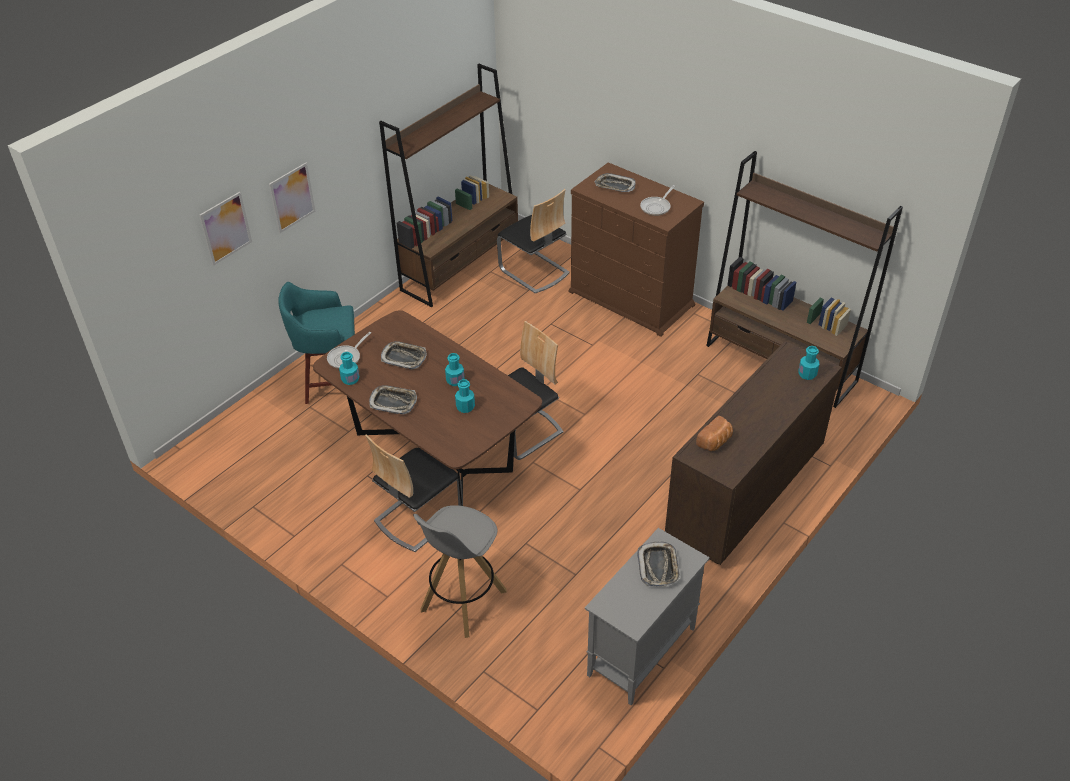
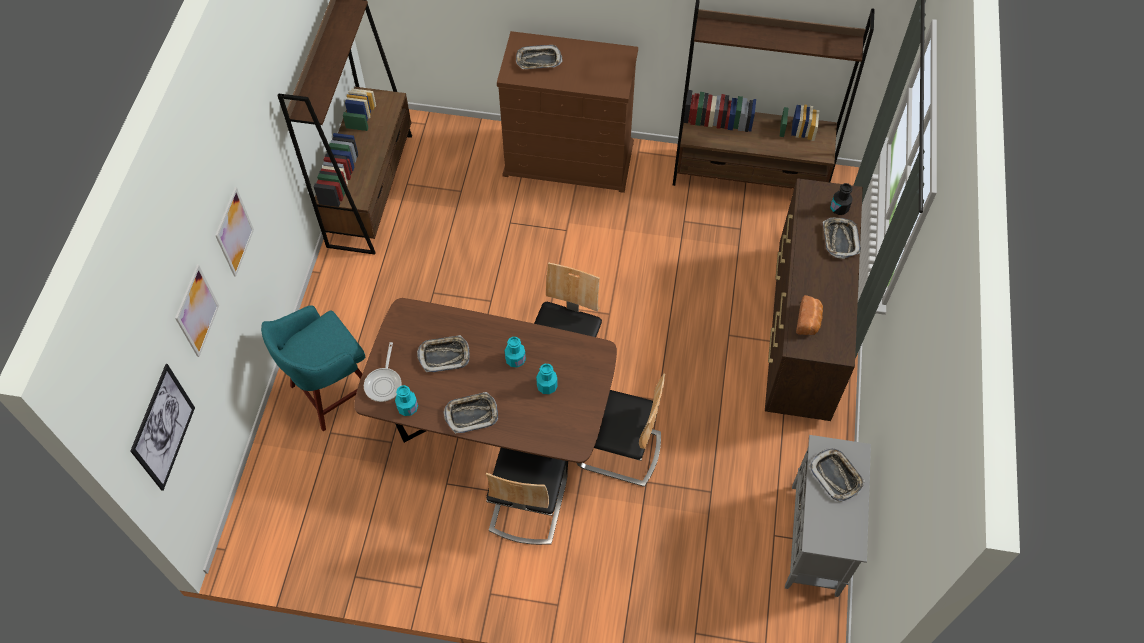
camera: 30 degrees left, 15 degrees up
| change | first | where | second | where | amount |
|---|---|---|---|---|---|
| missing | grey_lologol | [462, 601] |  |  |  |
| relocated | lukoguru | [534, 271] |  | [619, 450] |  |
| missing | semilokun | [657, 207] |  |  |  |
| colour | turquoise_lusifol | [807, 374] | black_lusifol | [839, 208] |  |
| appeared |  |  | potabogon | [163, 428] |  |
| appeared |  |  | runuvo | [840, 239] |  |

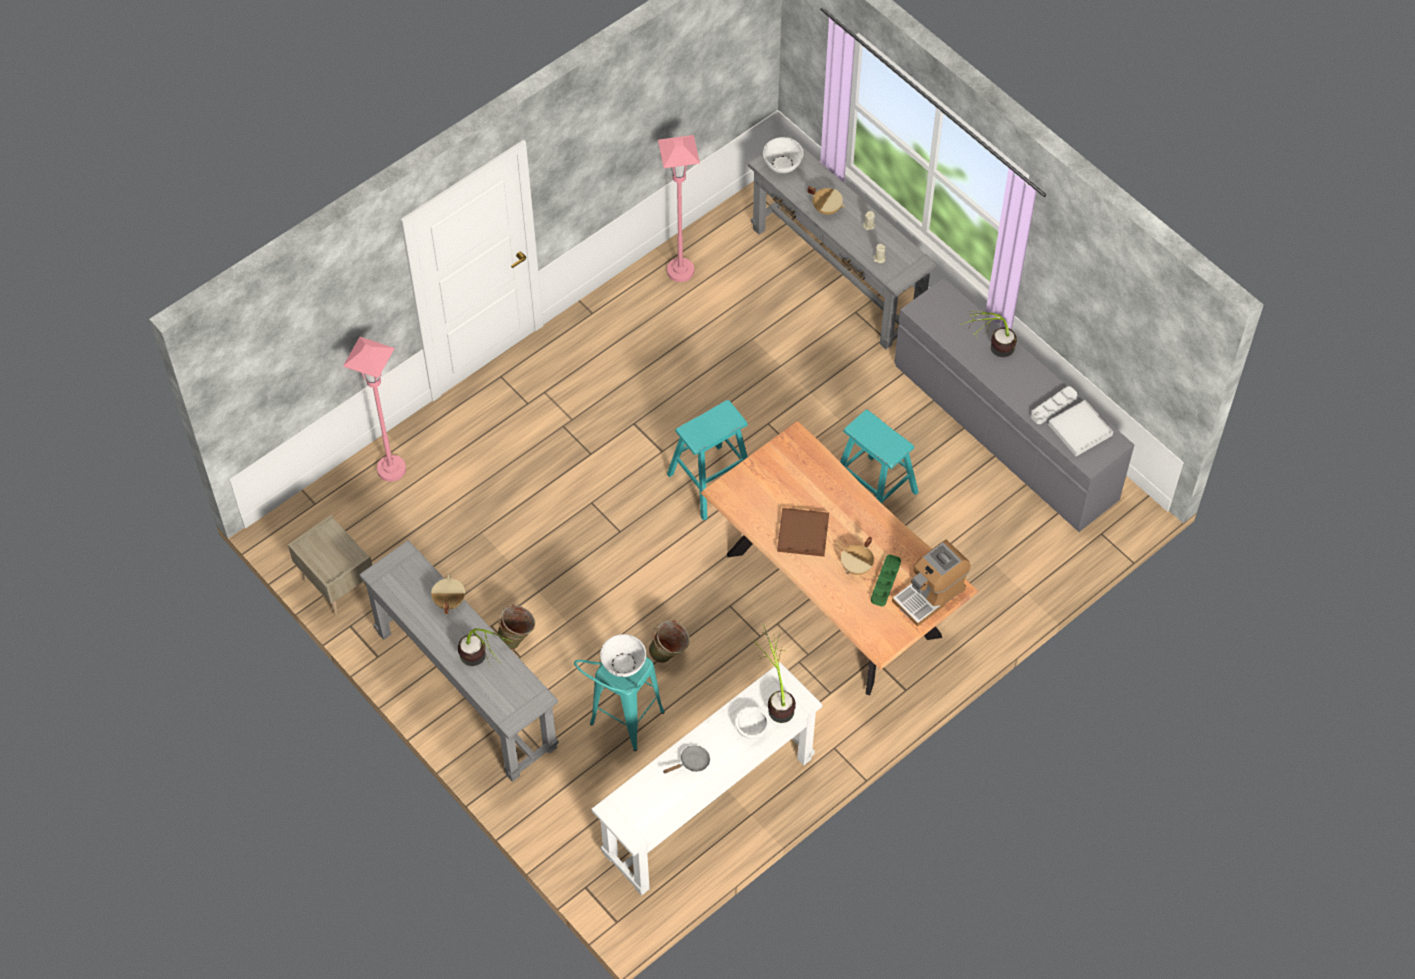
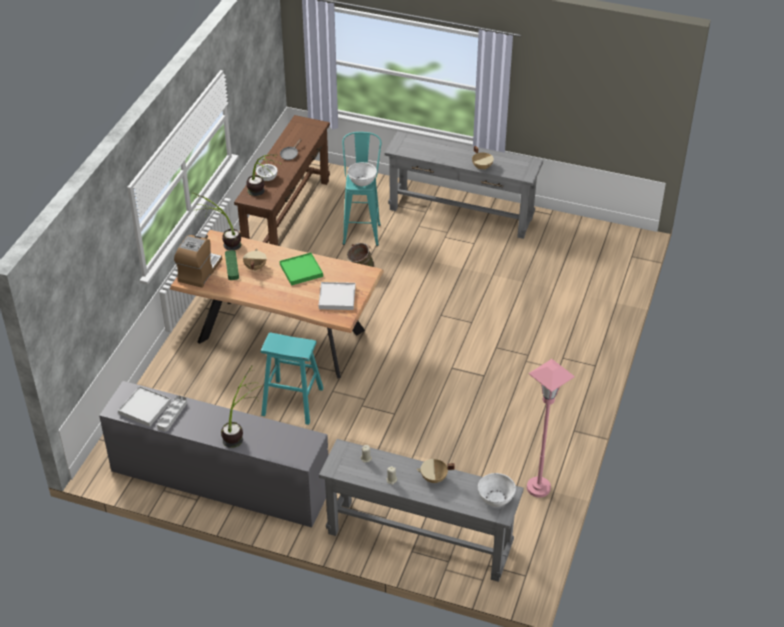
camera: 150 degrees right, 15 degrees down
| change | first | where | second | where | amount |
|---|---|---|---|---|---|
| missing | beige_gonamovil | [336, 584] |  |  |  |
| missing | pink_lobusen | [391, 469] |  |  |  |
| relocated | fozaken | [484, 664] |  | [221, 243] |  |
| missing | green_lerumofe | [517, 639] |  |  |  |
| colour | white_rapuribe | [708, 806] | brown_rapuribe | [287, 217] |  |
| missing | turquoise_lologol | [711, 482] |  |  |  |
| colour | brown_runuvo | [803, 533] | green_runuvo | [301, 270] |  |
| appeared |  |  | white_runuvo | [337, 297] |  |

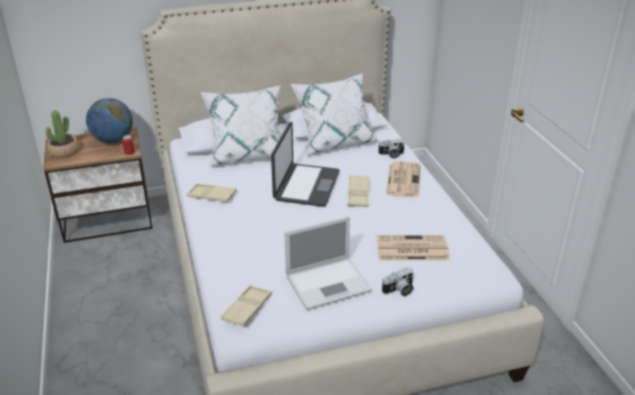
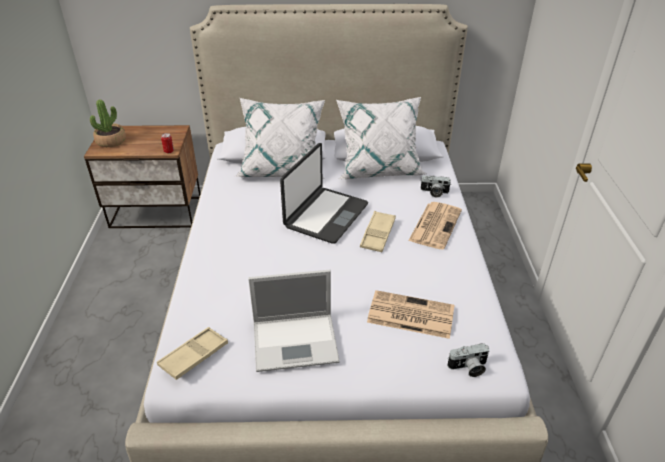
camera: 15 degrees right, 5 degrees up
| change | first | where | second | where | amount |
|---|---|---|---|---|---|
| missing | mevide | [113, 140] |  |  |  |
| missing | beige_runuvo | [212, 196] |  |  |  |
| relocated | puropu | [399, 290] |  | [468, 368] |  |

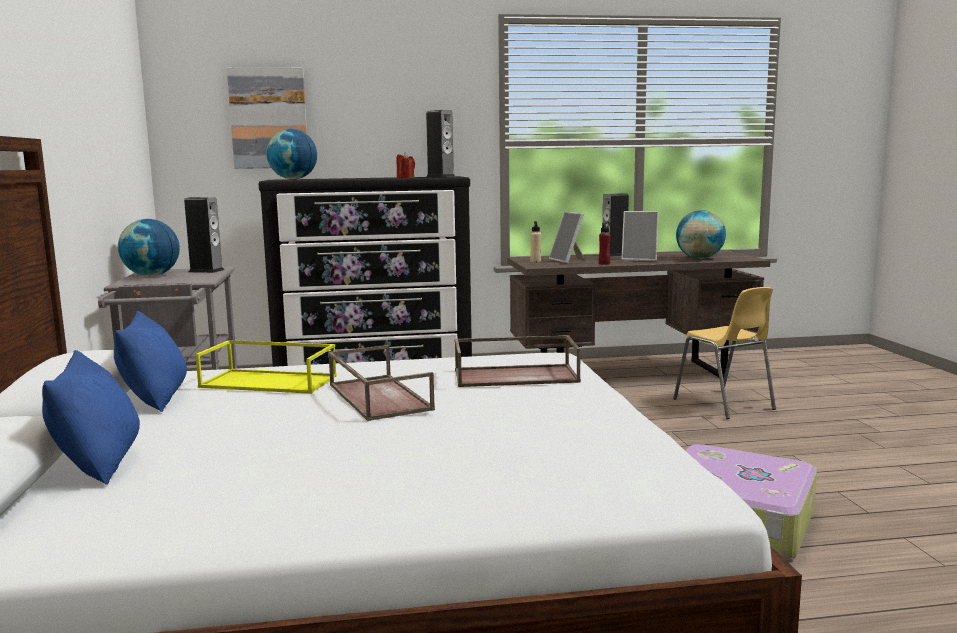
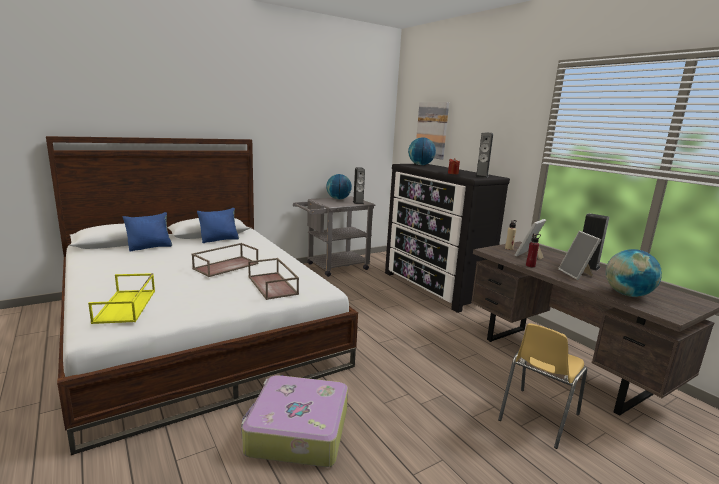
camera: 65 degrees right, 5 degrees up
| change | first | where | second | where | amount |
|---|---|---|---|---|---|
| relocated | yellow_runuvo | [270, 381] |  | [126, 306] |  |

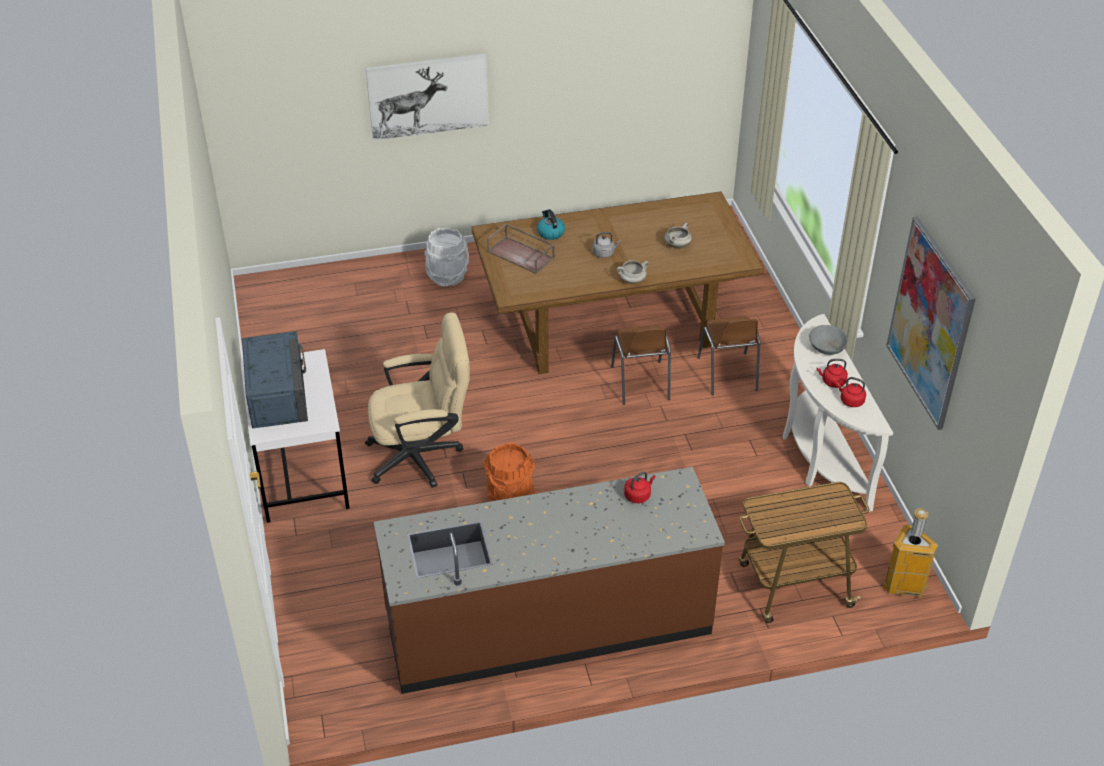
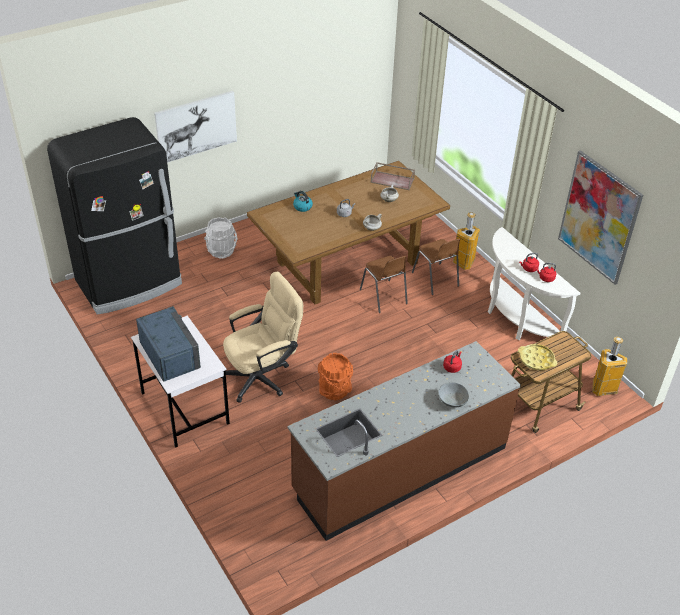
camera: 20 degrees left, 0 degrees up
| change | first | where | second | where | amount |
|---|---|---|---|---|---|
| relocated | brown_runuvo | [521, 255] |  | [393, 180] |  |
| relocated | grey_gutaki | [826, 348] |  | [452, 401] |  |
| appeared |  |  | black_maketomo | [130, 283] |  |
| appeared |  |  | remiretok | [464, 262] |  |
| appeared |  |  | yellow_runuvo | [536, 360] |  |

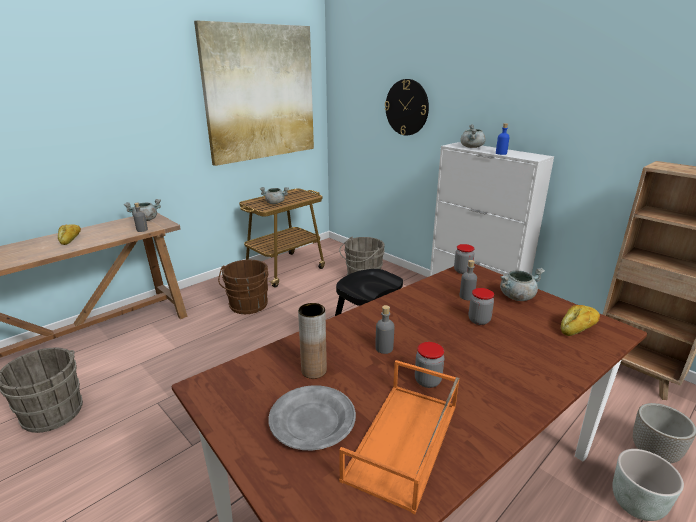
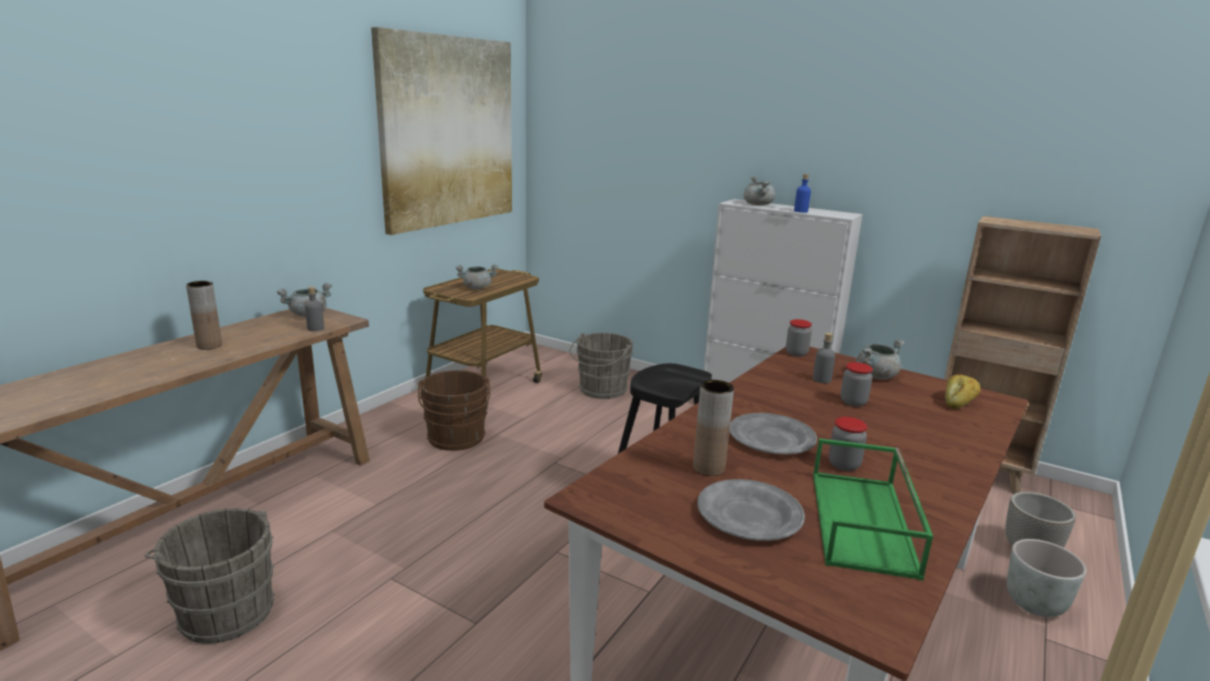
camera: 15 degrees left, 5 degrees down
| change | first | where | second | where | amount |
|---|---|---|---|---|---|
| exchanged | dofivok | [71, 239] | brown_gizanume | [209, 345] |  |
| colour | orange_runuvo | [404, 442] | green_runuvo | [864, 522] |  |
| exchanged | grey_lusifol | [384, 348] | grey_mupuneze | [771, 438] |  |
| missing | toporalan | [407, 107] |  |  |  |

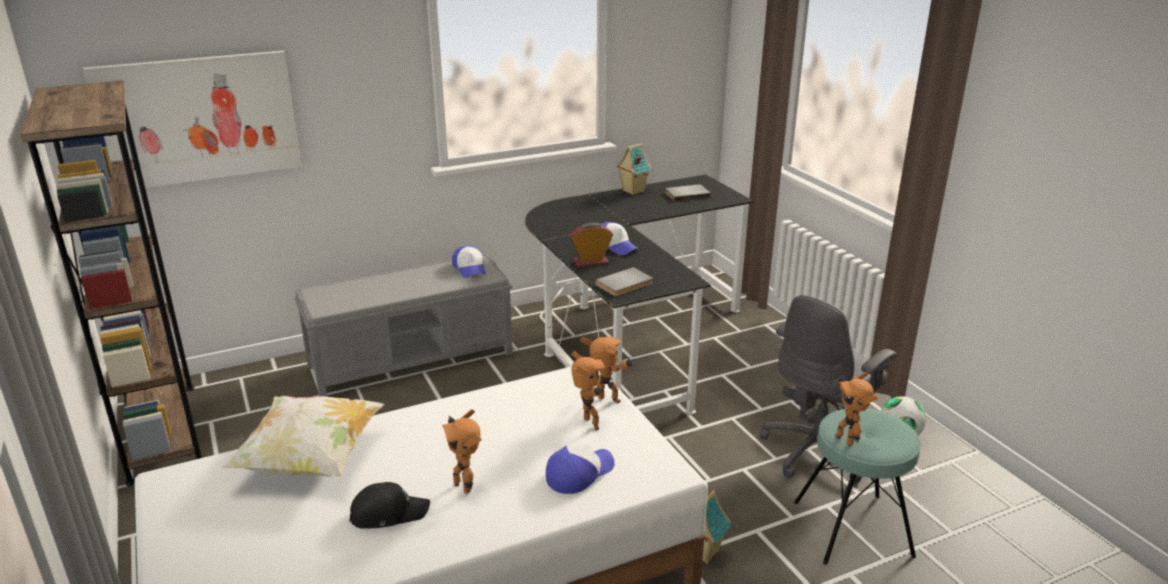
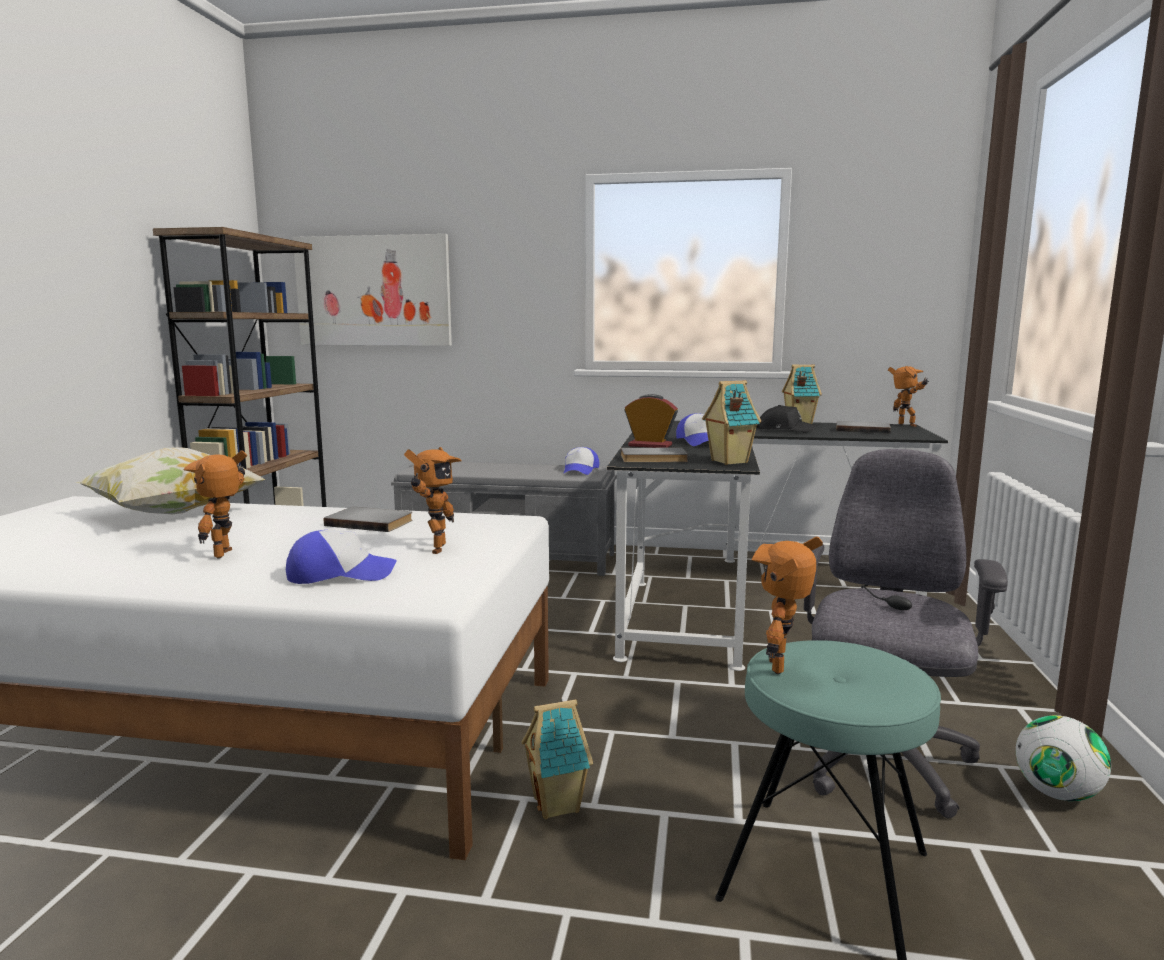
camera: 35 degrees right, 15 degrees down
| change | first | where | second | where | amount |
|---|---|---|---|---|---|
| relocated | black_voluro | [388, 513] |  | [784, 430] |  |
| relocated | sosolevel | [608, 402] |  | [905, 425] |  |
| spun | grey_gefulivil | [817, 451] |  | [877, 762] | 120 degrees clockwise |
| appeared |  |  | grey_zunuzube | [371, 522] |  |
| appeared |  |  | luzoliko | [728, 461] |  |

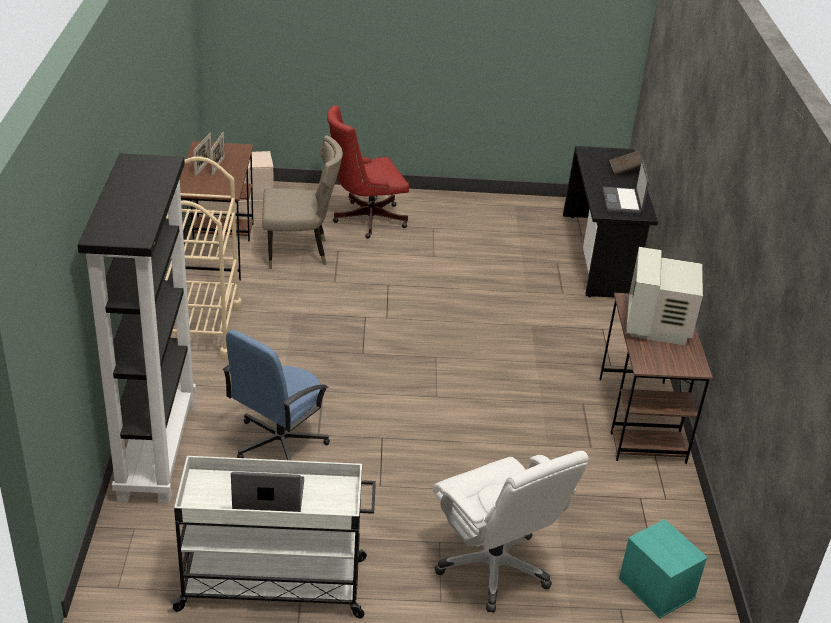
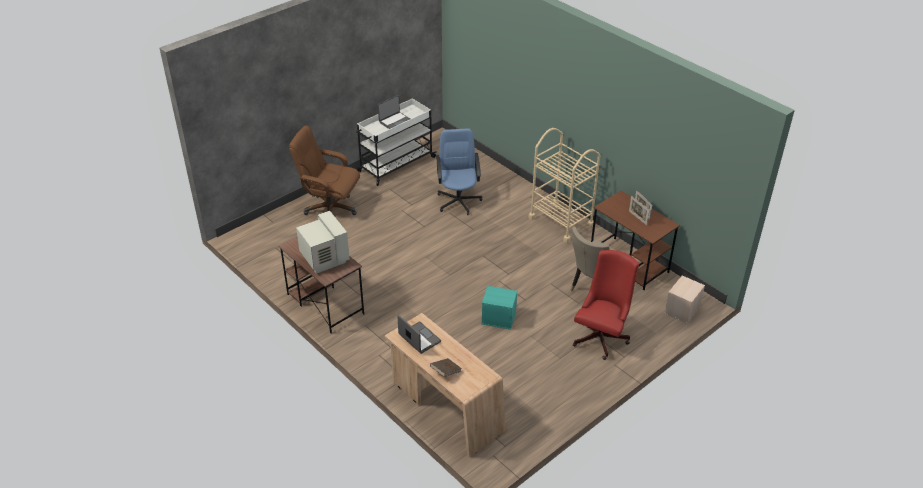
camera: 140 degrees right, 5 degrees up
| change | first | where | second | where | amount |
|---|---|---|---|---|---|
| missing | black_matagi | [156, 448] |  |  |  |
| colour | white_gefulivil | [494, 567] | brown_gefulivil | [330, 209] |  |
| colour | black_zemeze | [599, 256] | beige_zemeze | [445, 407] |  |
| relocated | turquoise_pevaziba | [655, 587] |  | [499, 318] |  |

